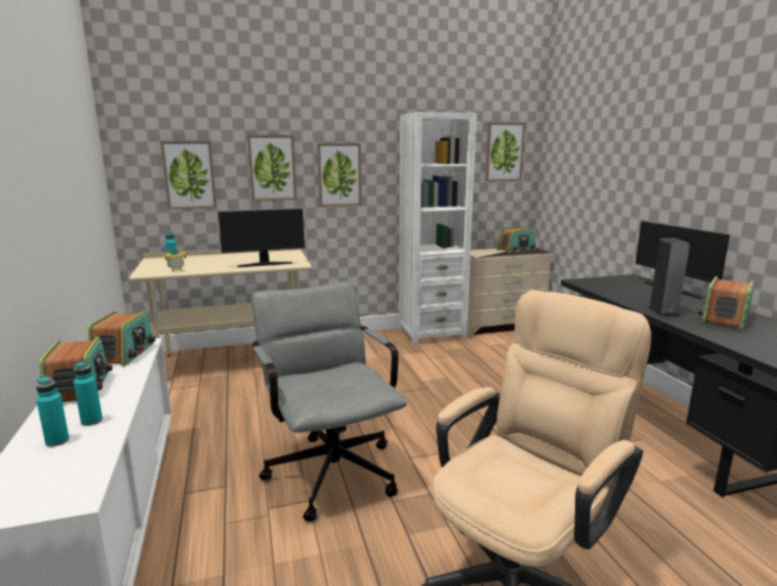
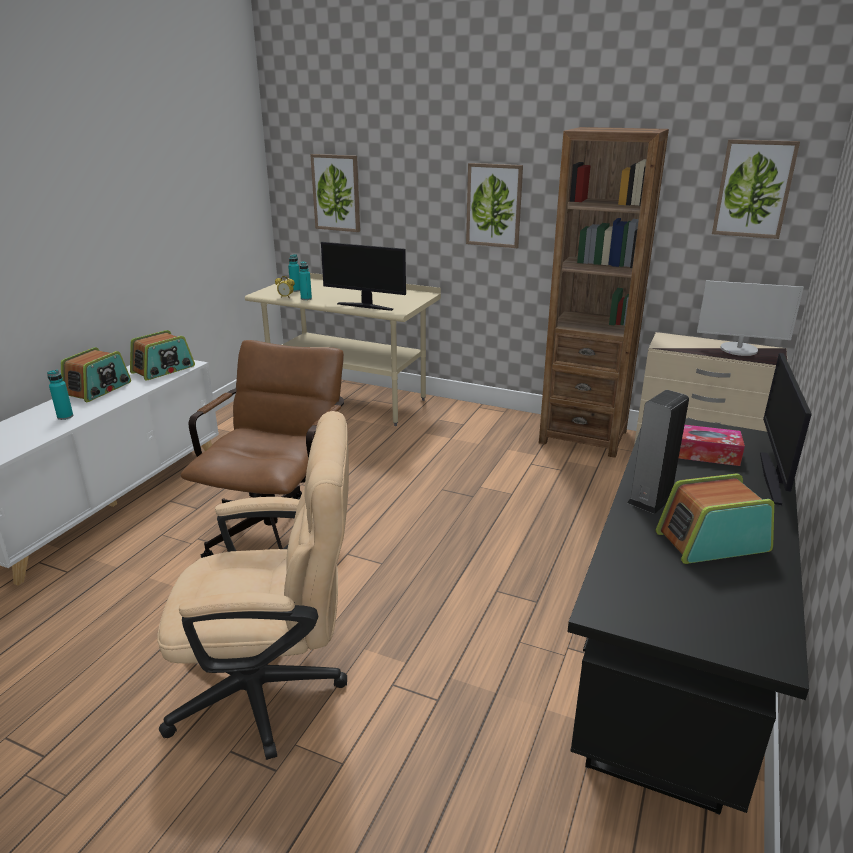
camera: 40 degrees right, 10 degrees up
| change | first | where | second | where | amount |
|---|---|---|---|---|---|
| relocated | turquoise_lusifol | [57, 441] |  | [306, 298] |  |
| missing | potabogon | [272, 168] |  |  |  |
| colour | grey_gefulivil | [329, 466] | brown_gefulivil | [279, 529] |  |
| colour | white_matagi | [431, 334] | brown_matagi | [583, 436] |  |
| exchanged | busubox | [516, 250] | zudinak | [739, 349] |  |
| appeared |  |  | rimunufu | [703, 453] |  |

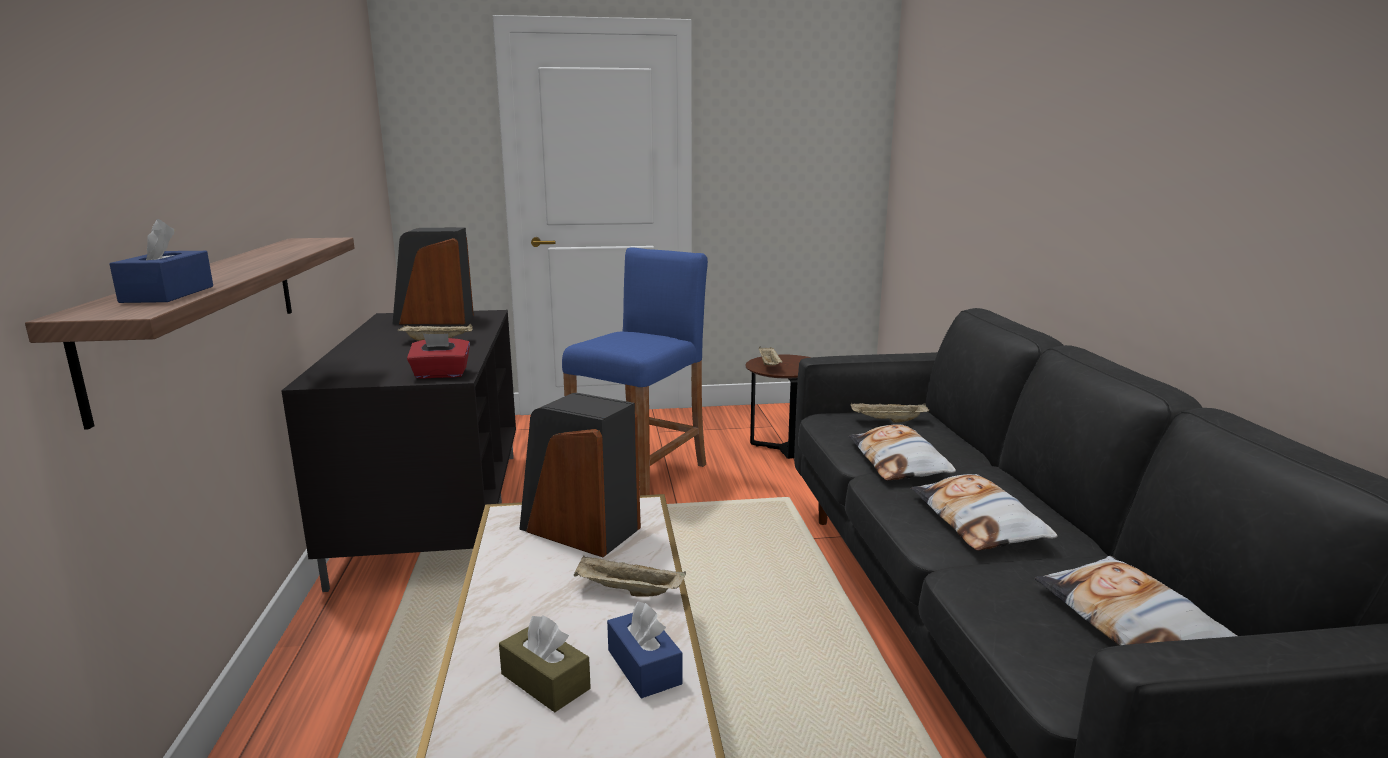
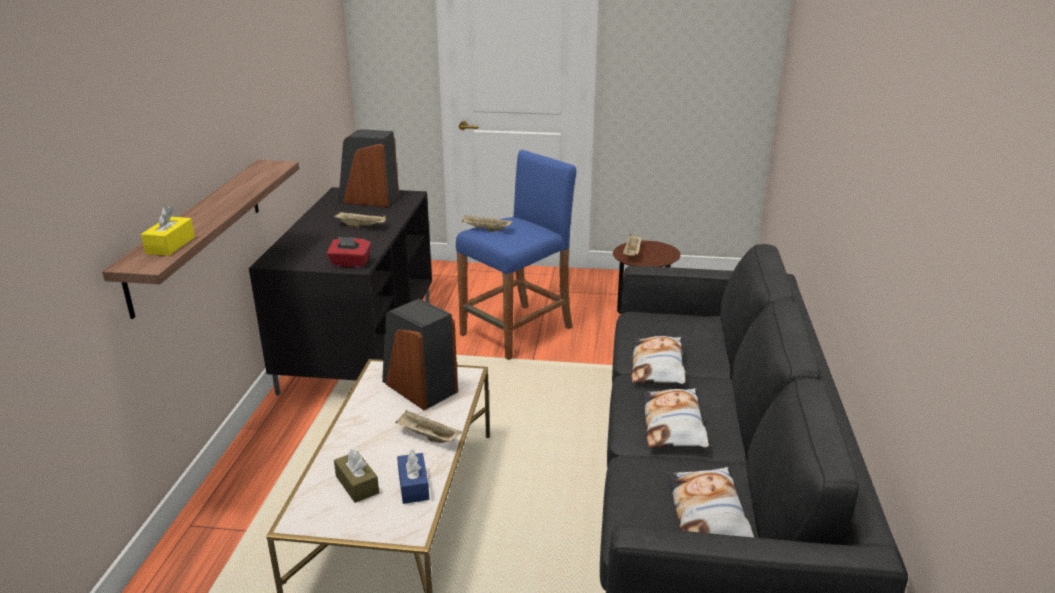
camera: 15 degrees right, 10 degrees up
| change | first | where | second | where | amount |
|---|---|---|---|---|---|
| colour | blue_rimunufu | [168, 294] | yellow_rimunufu | [170, 245] |  |
| relocated | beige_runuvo | [888, 421] |  | [485, 229] |  |

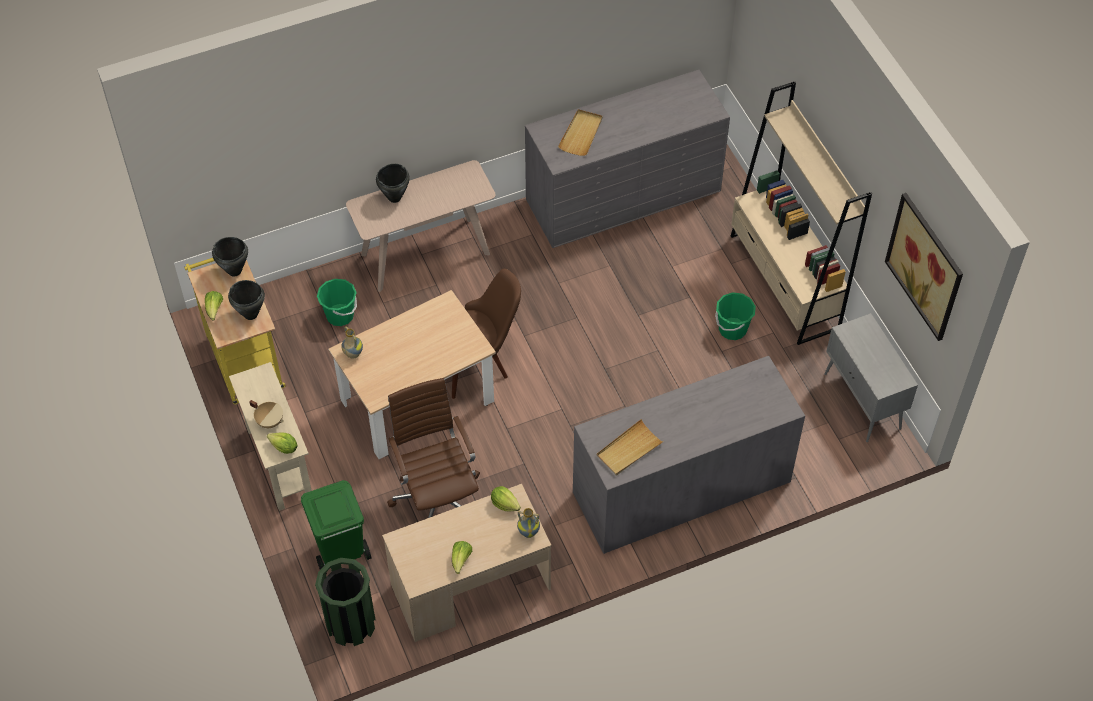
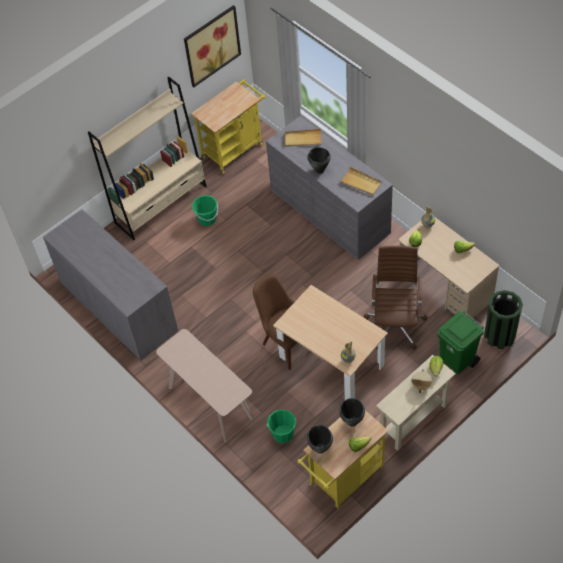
camera: 105 degrees left, 0 degrees up
| change | first | where | second | where | amount |
|---|---|---|---|---|---|
| relocated | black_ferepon | [394, 197] |  | [319, 170] |  |
| spun | brown_gefulivil | [438, 498] |  | [395, 324] | 135 degrees clockwise |
| relocated | beige_runuvo | [581, 134] |  | [302, 139] |  |
| exchanged | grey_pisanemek | [862, 402] | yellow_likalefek | [235, 148] |  |

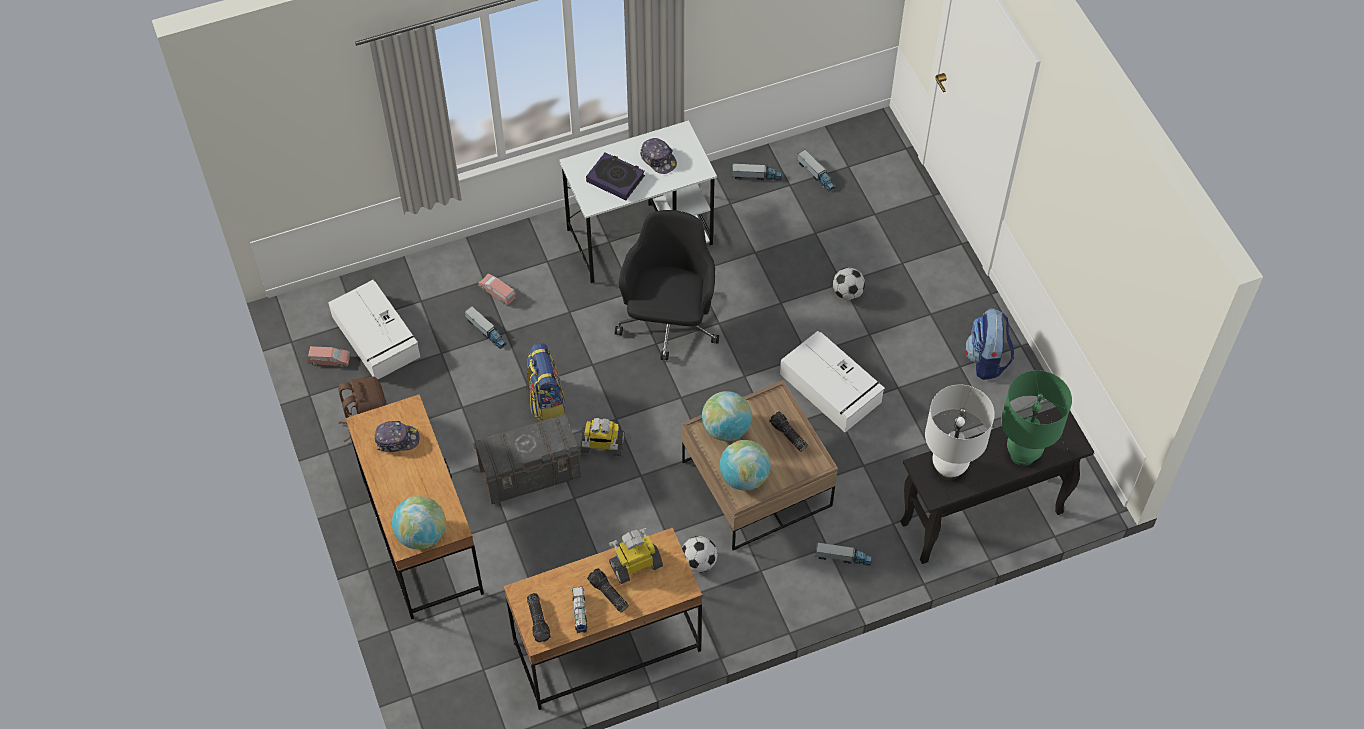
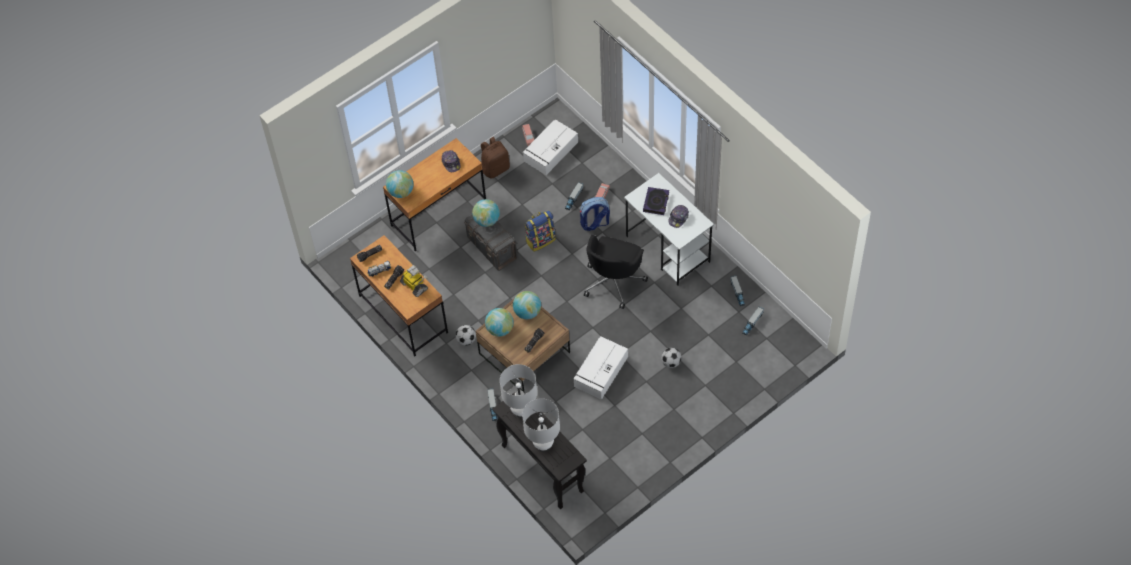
camera: 75 degrees right, 0 degrees up
| change | first | where | second | where | amount |
|---|---|---|---|---|---|
| missing | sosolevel | [602, 445] |  |  |  |
| spun | black_gefulivil | [669, 323] |  | [614, 281] | 120 degrees clockwise |
| relocated | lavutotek | [986, 360] |  | [595, 223] |  |
| colour | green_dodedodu | [1022, 455] | white_dodedodu | [543, 445] |  |
| appeared |  |  | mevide | [487, 220] |  |

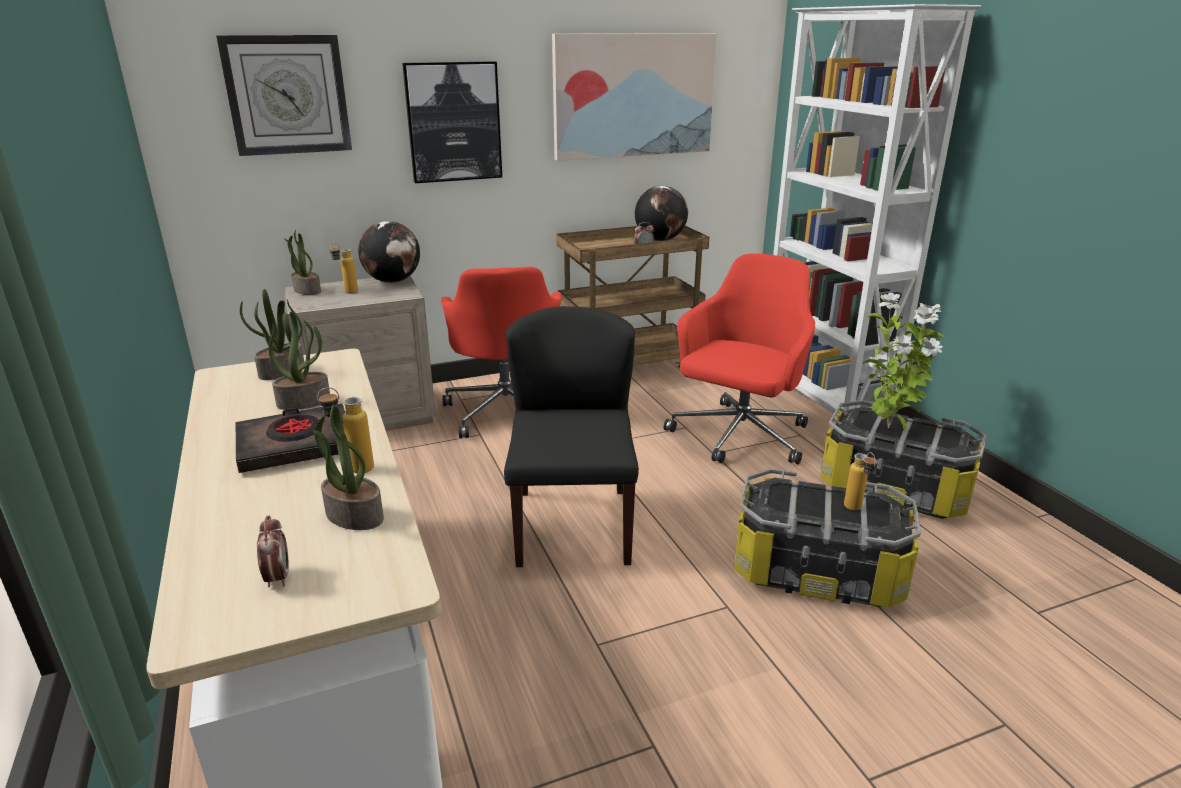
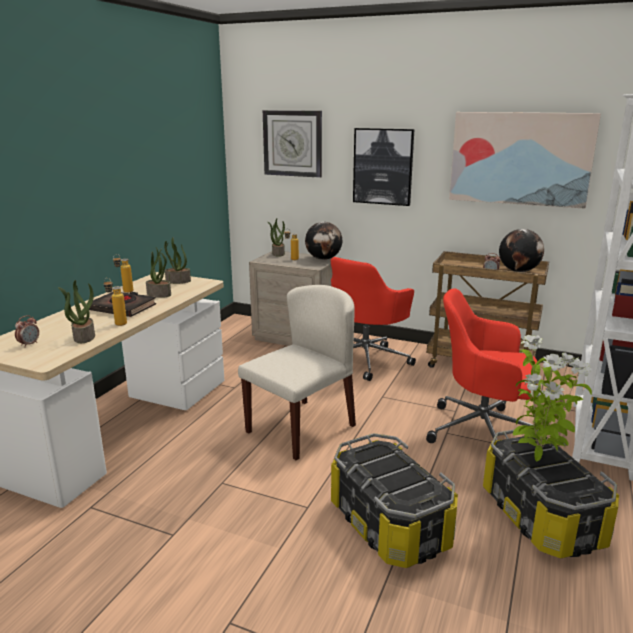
camera: 45 degrees right, 5 degrees down
| change | first | where | second | where | amount |
|---|---|---|---|---|---|
| colour | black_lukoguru | [572, 525] | beige_lukoguru | [301, 428] |  |
| spun | red_gefulivil | [738, 436] |  | [483, 432] | 150 degrees counterclockwise |
| relocated | lusifol | [856, 510] |  | [125, 292] |  |

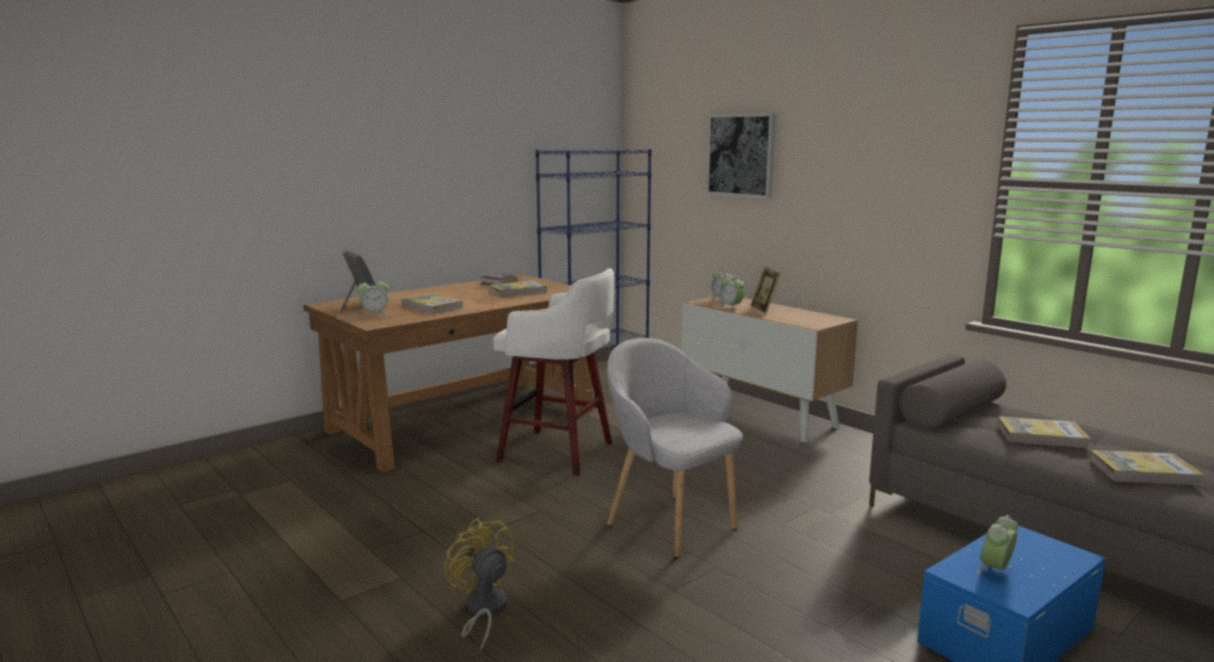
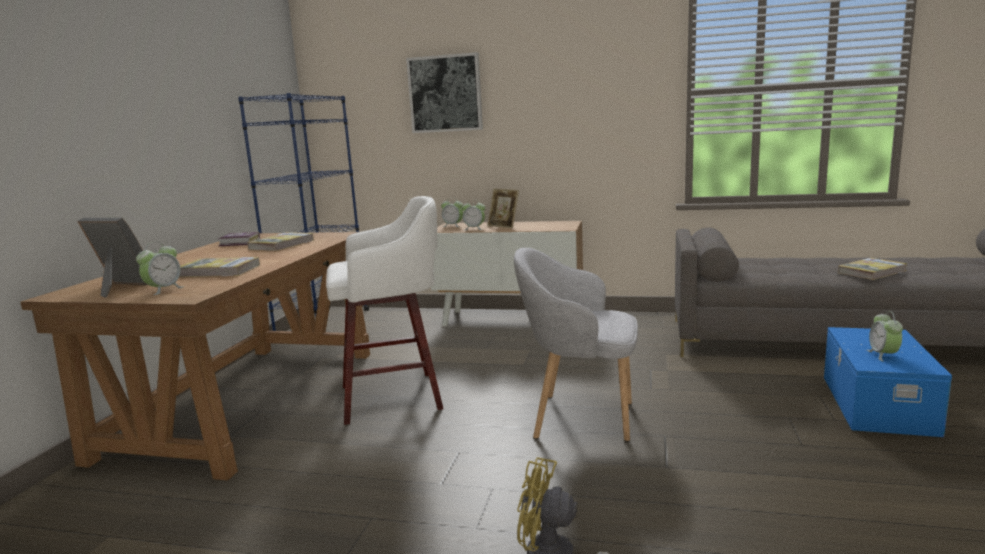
camera: 35 degrees left, 0 degrees up
| change | first | where | second | where | amount |
|---|---|---|---|---|---|
| missing | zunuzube | [1041, 436] |  |  |  |

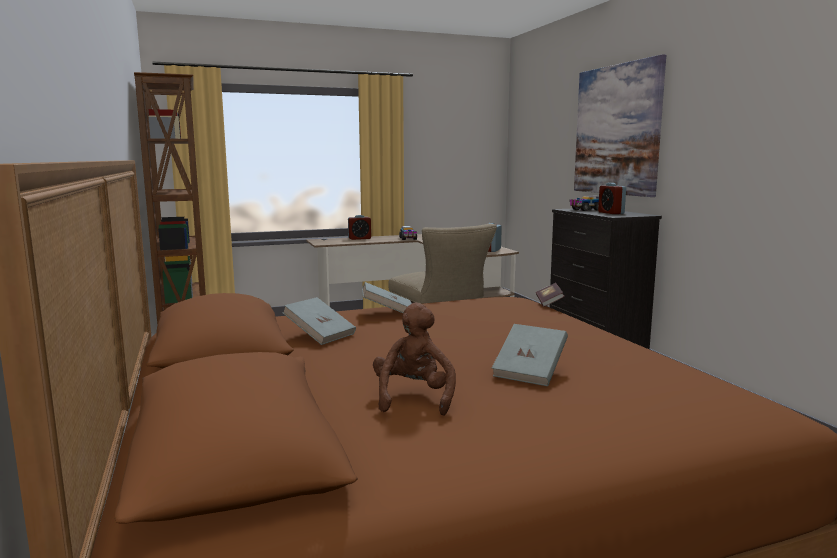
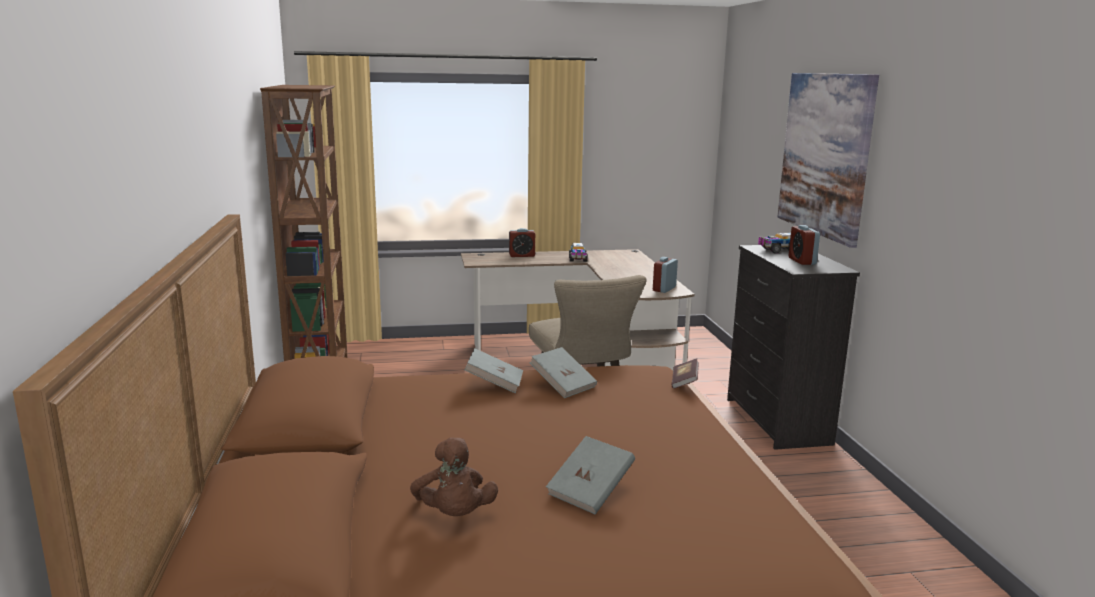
camera: 10 degrees right, 5 degrees up
| change | first | where | second | where | amount |
|---|---|---|---|---|---|
| relocated | grey_zunuzube | [320, 335] |  | [563, 385] |  |
| spun | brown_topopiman | [414, 398] |  | [454, 515] | 150 degrees clockwise |

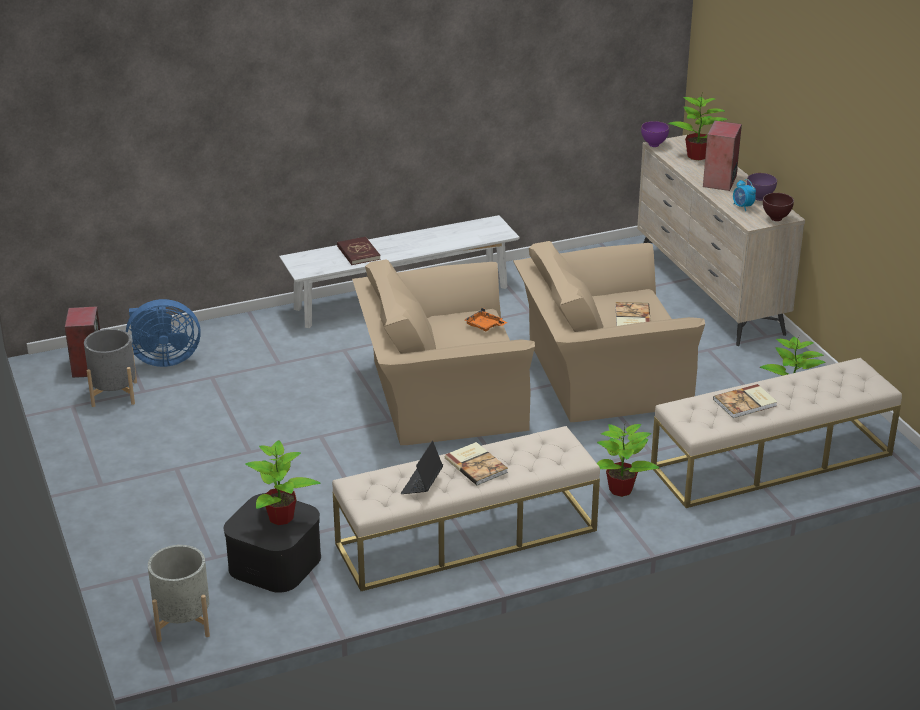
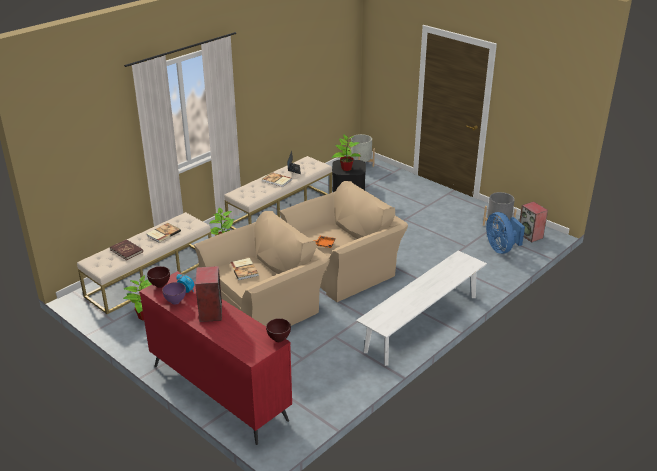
camera: 155 degrees right, 0 degrees up
| change | first | where | second | where | amount |
|---|---|---|---|---|---|
| spun | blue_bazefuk | [163, 359] |  | [501, 248] | 75 degrees counterclockwise |
| relocated | red_zunuzube | [358, 253] |  | [126, 251] |  |
| colour | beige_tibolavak | [709, 292] | red_tibolavak | [219, 392] |  |
| colour | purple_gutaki | [653, 145] | brown_gutaki | [279, 339] |  |
| missing | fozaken | [697, 156] |  |  |  |

